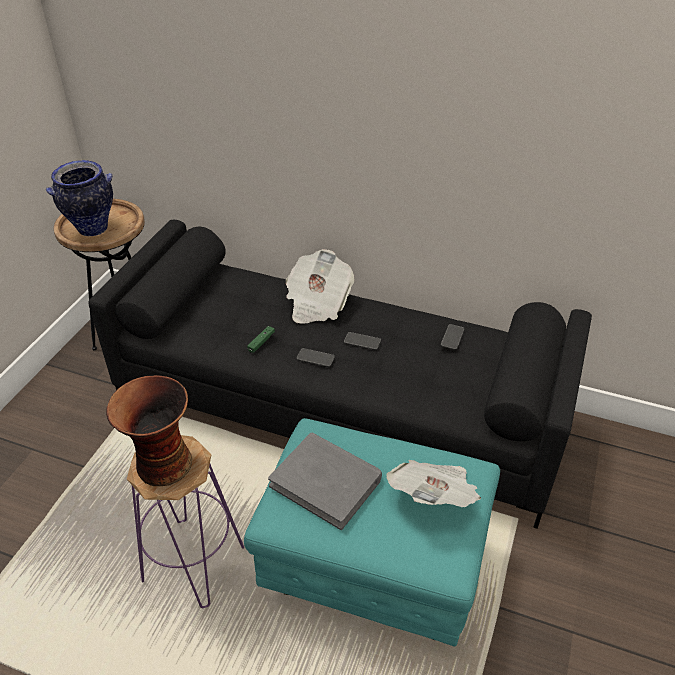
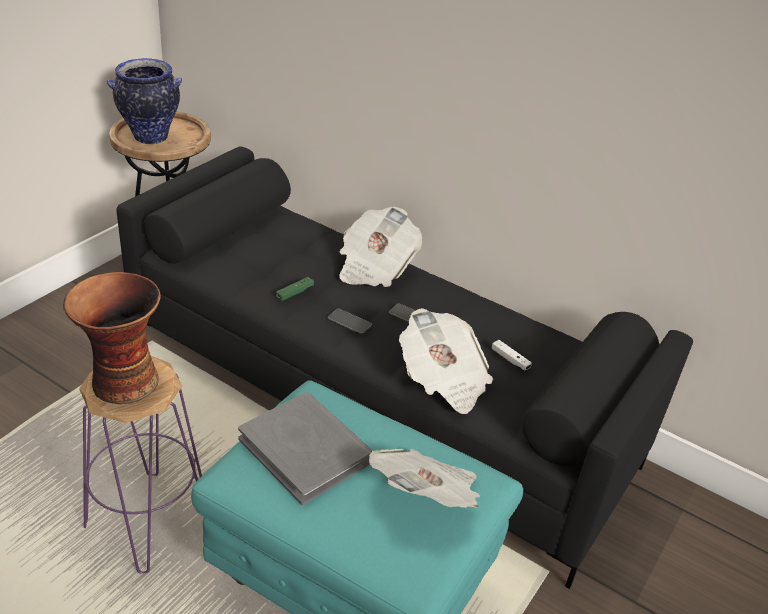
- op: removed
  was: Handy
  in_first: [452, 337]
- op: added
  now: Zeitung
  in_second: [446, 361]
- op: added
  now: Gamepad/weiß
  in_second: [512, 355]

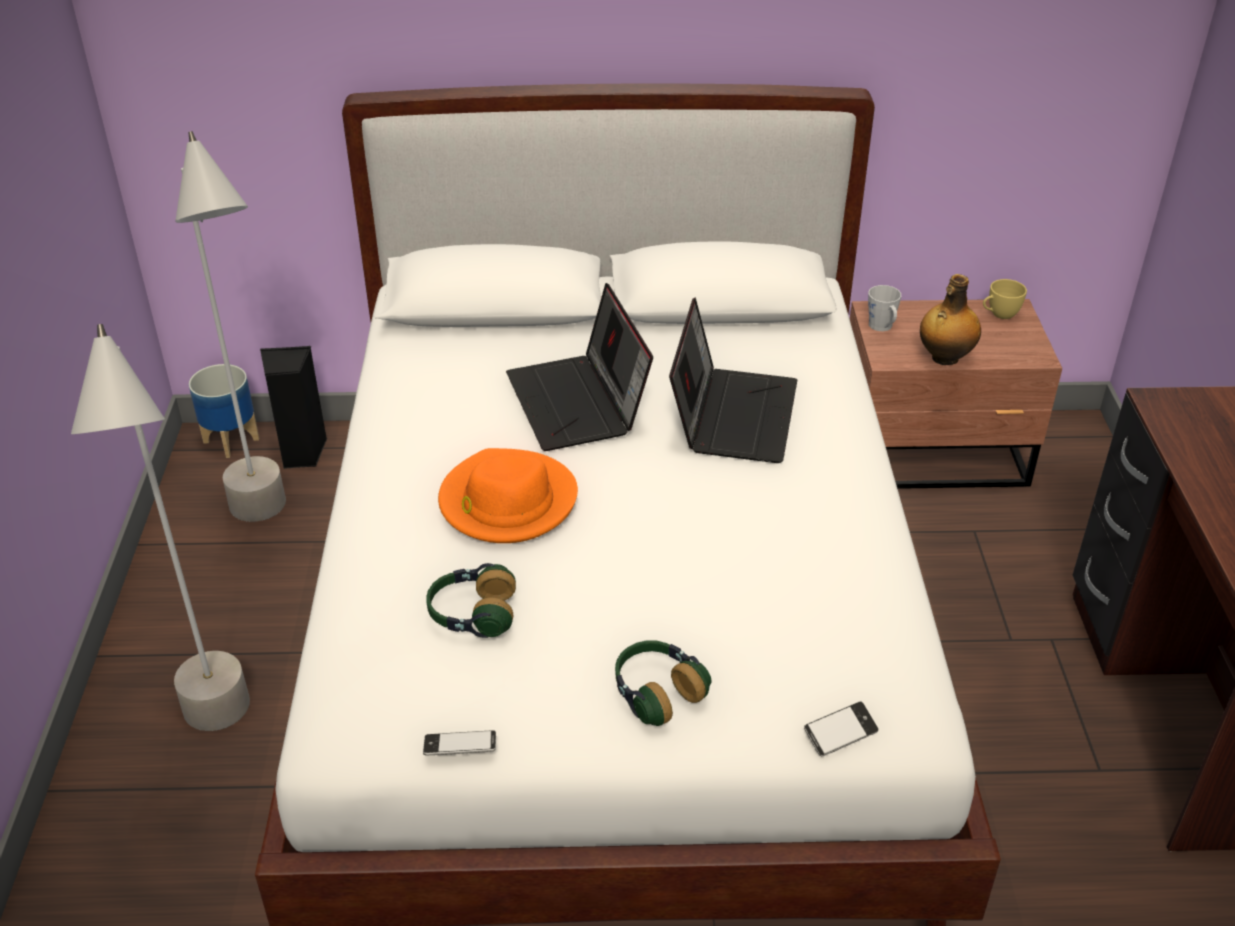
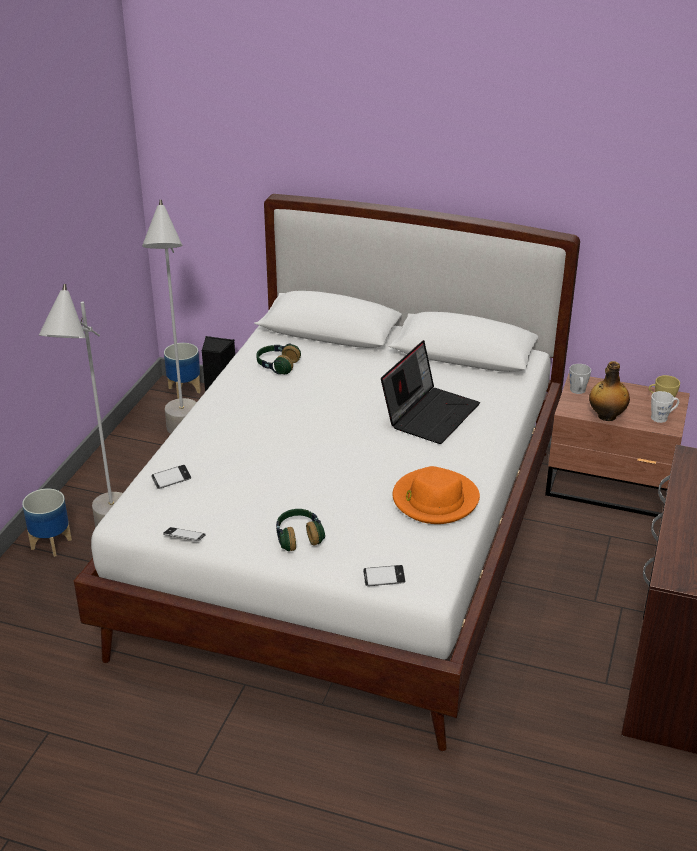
- op: removed
  was: Laptop
  in_first: [579, 367]
- op: moved
  was: Hut/orange
  in_first: [508, 495]
  in_second: [436, 495]
- op: moved
  was: Kopfhörer
  in_first: [471, 600]
  in_second: [278, 359]
- op: added
  now: Henkelbecher/weiß
  in_second: [665, 407]
- op: added
  now: Handy
  in_second: [171, 477]
- op: added
  now: Pflanzkübel
  in_second: [47, 522]

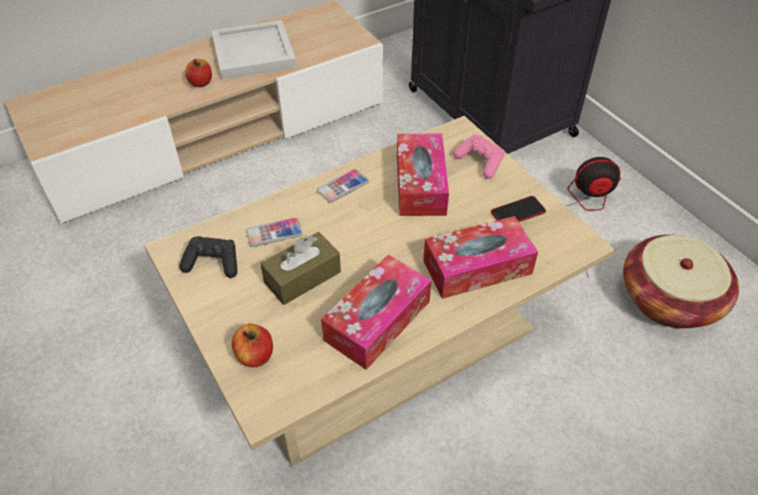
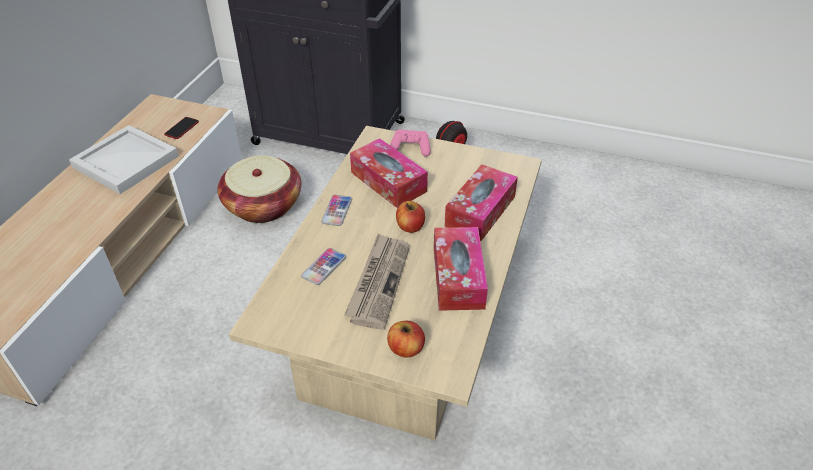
- op: moved
  was: Apfel
  in_first: [198, 73]
  in_second: [410, 217]
- op: moved
  was: Handy
  in_first: [518, 209]
  in_second: [181, 128]
- op: replaced
  was: Taschentuchbox/braun
  now: Zeitung
  in_first: [300, 268]
  in_second: [377, 281]
- op: moved
  was: Korb
  in_first: [681, 281]
  in_second: [259, 189]
- op: removed
  was: Gamepad/schwarz
  in_first: [208, 257]

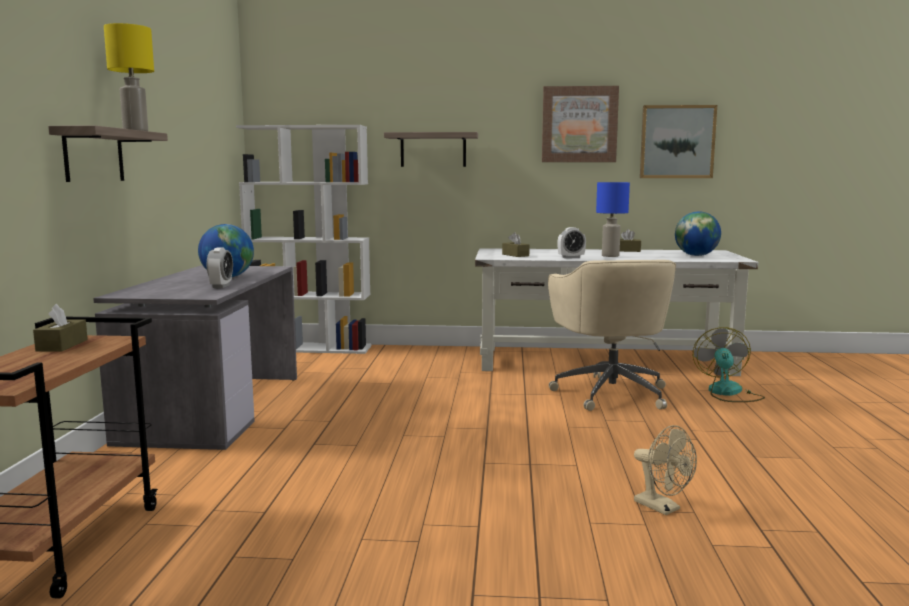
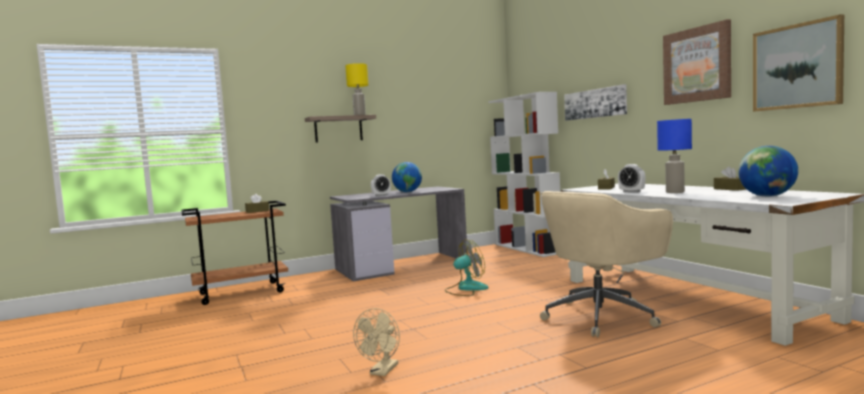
- op: replaced
  was: Wandregal
  now: Bild
  in_first: [431, 149]
  in_second: [595, 102]
- op: moved
  was: Ventilator
  in_first: [729, 364]
  in_second: [466, 267]

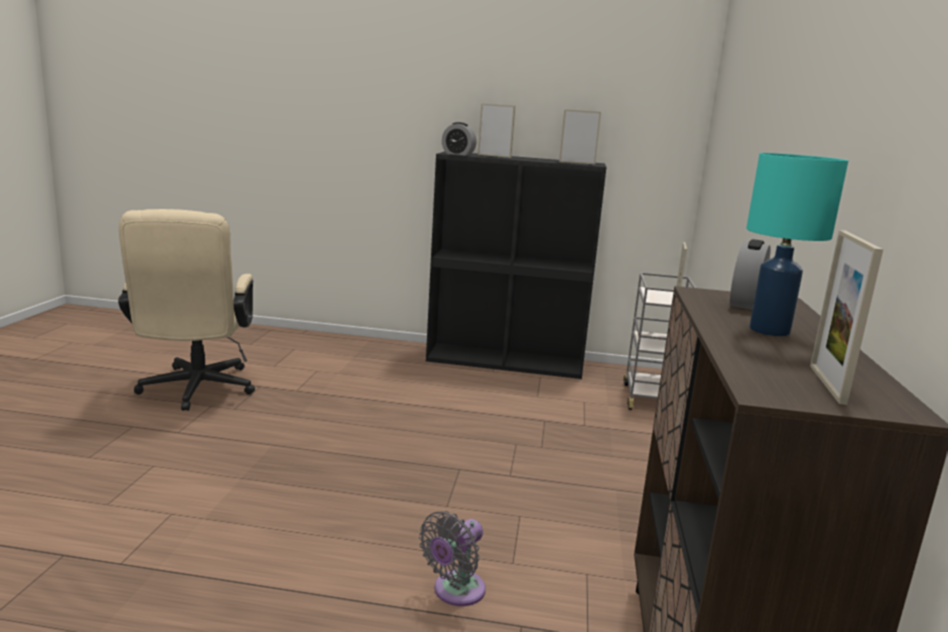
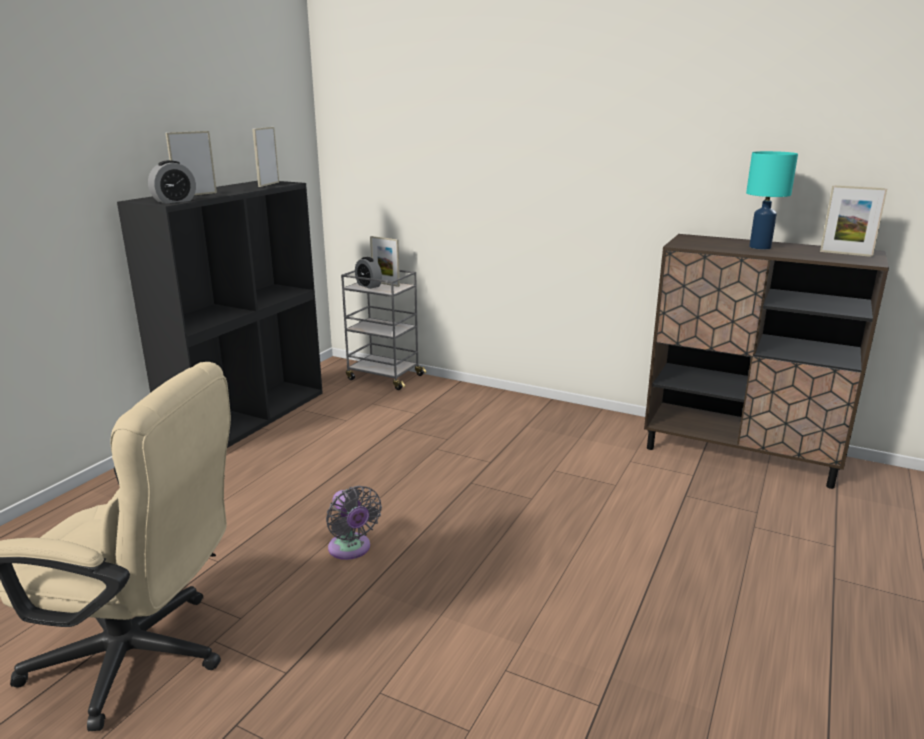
- op: moved
  was: Wecker
  in_first: [750, 274]
  in_second: [368, 273]
- op: moved
  was: Ventilator/grau
  in_first: [452, 558]
  in_second: [354, 523]

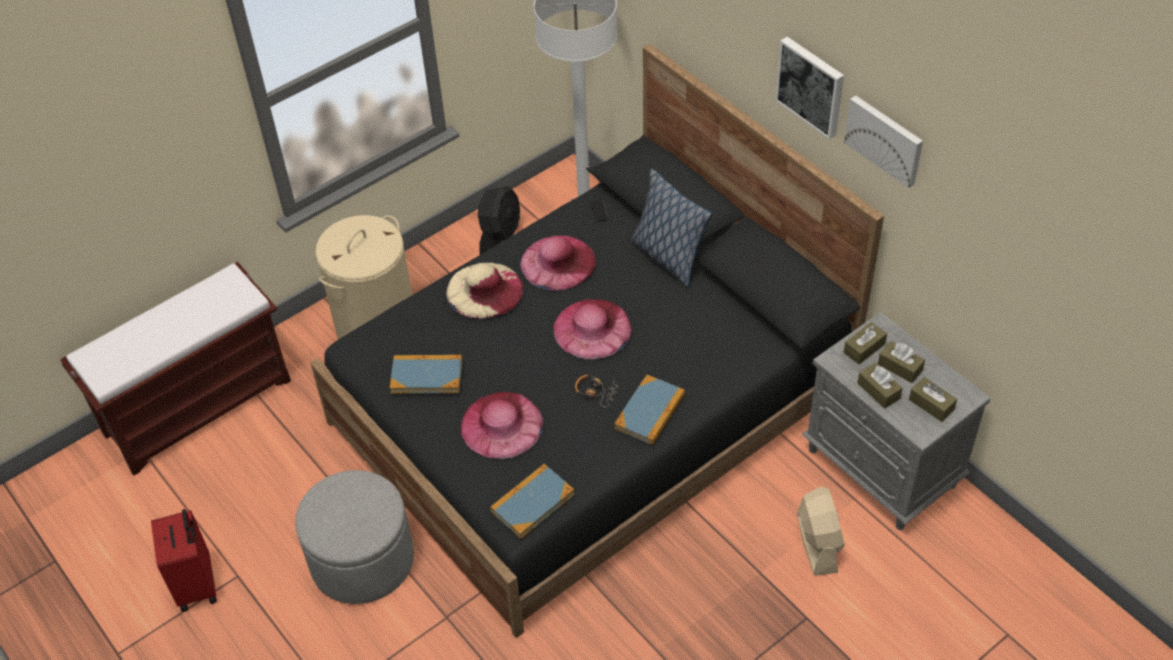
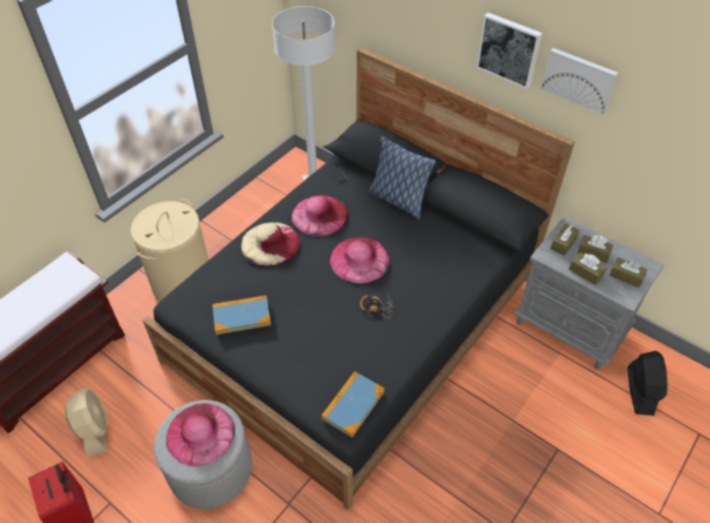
- op: moved
  was: Ventilator/schwarz
  in_first: [499, 220]
  in_second: [648, 383]
- op: removed
  was: Buch
  in_first: [649, 410]
- op: moved
  was: Hut/rosa
  in_first: [502, 425]
  in_second: [200, 434]
- op: moved
  was: Ventilator/beige
  in_first: [820, 531]
  in_second: [86, 422]

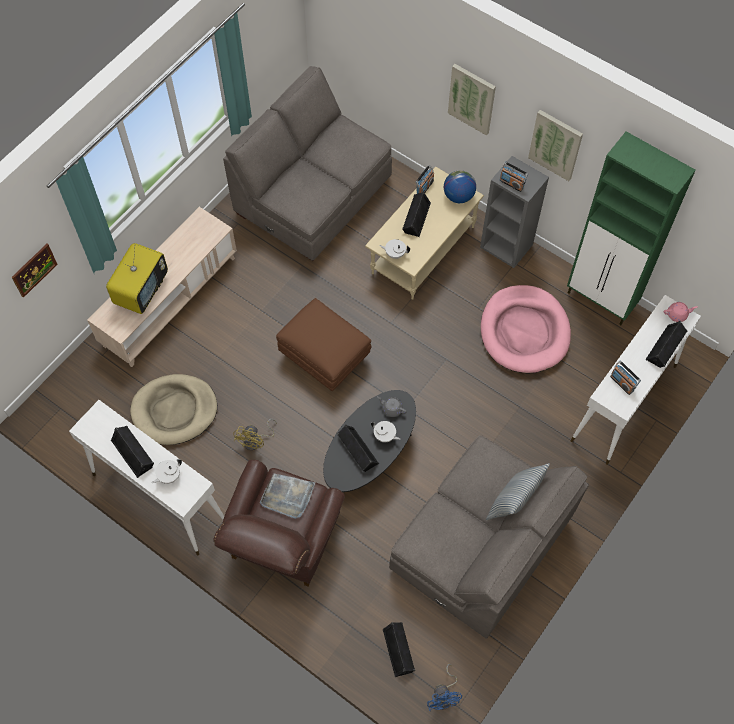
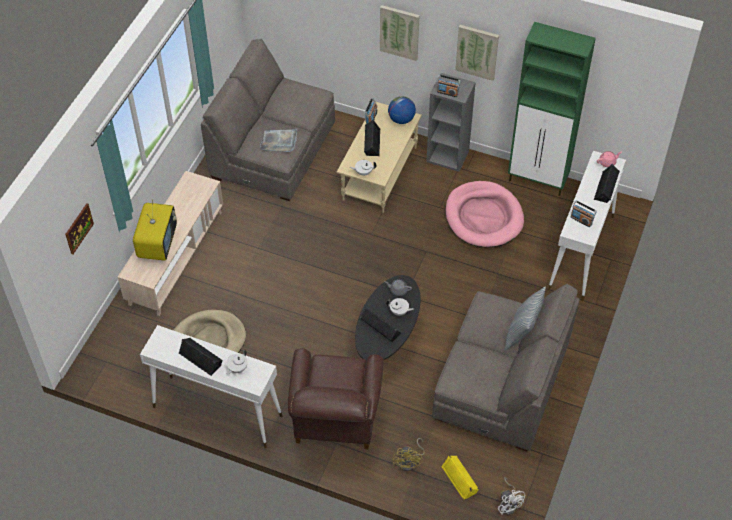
- op: removed
  was: Polsterhocker/braun
  in_first: [323, 344]
- op: moved
  was: Ventilator/gelb
  in_first: [255, 434]
  in_second: [408, 454]
- op: moved
  was: Tablett/grau
  in_first: [287, 496]
  in_second: [278, 140]
- op: recoloured
  was: Lautsprecher/schwarz
  now: Lautsprecher/gelb
  in_first: [399, 649]
  in_second: [460, 477]
- op: recoloured
  was: Ventilator/blau
  now: Ventilator/weiß
  in_first: [444, 687]
  in_second: [511, 496]

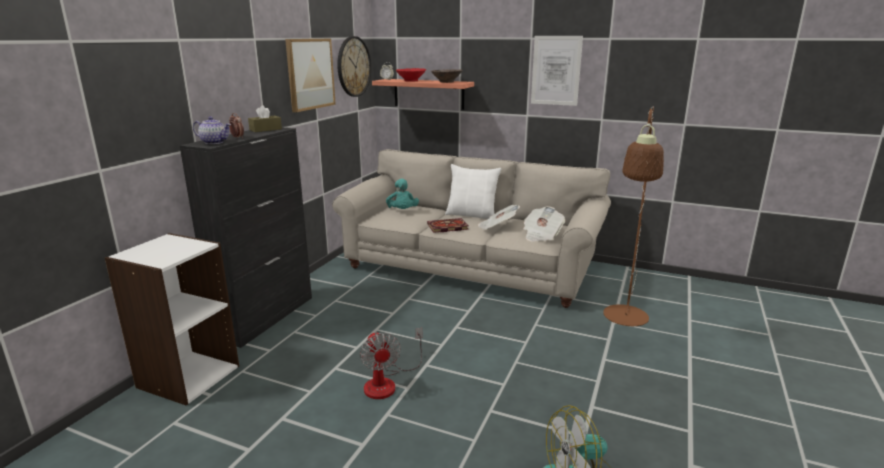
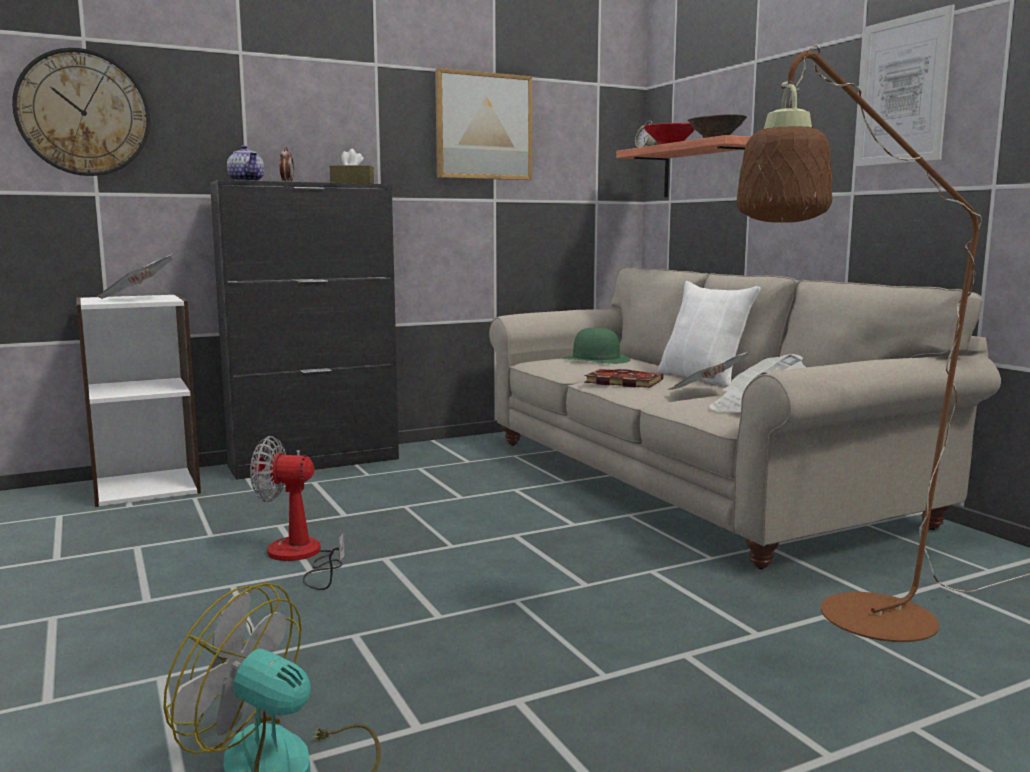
- op: moved
  was: Wanduhr
  in_first: [354, 66]
  in_second: [81, 112]
- op: replaced
  was: Plüschtier/türkis
  now: Hut/grün
  in_first: [402, 194]
  in_second: [597, 346]
- op: turned
  was: Ventilator
  in_first: [391, 363]
  in_second: [297, 513]
  clockwise: 75
- op: added
  now: Zeitung
  in_second: [135, 276]

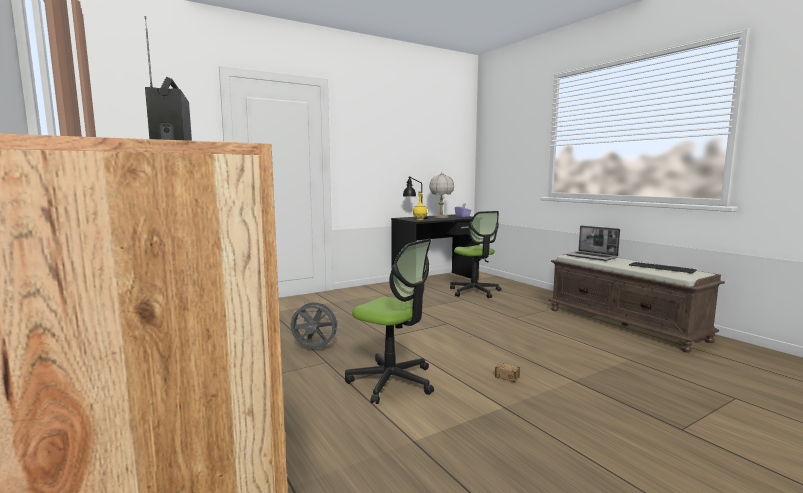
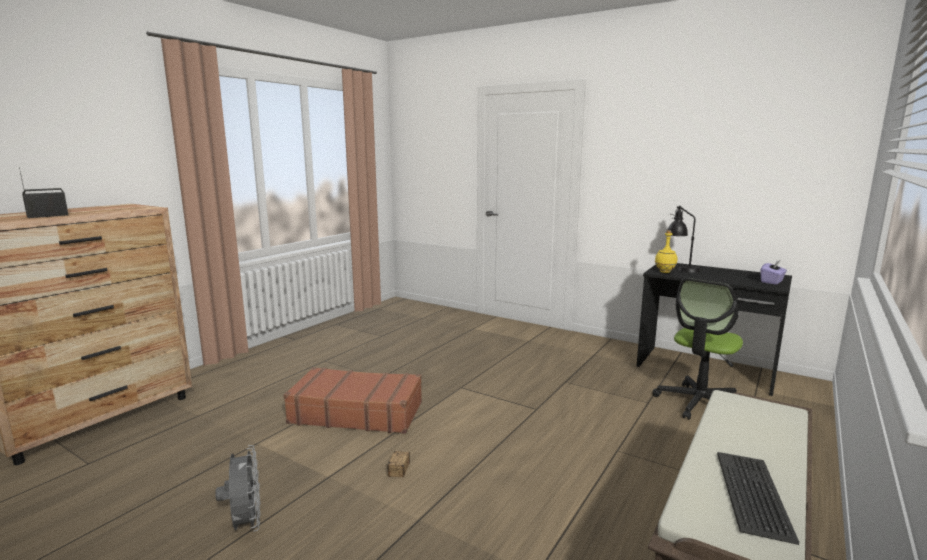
- op: removed
  was: Tischlampe
  in_first: [441, 195]
- op: removed
  was: Laptop
  in_first: [593, 243]
- op: replaced
  was: Bürostuhl
  now: Koffer/braun
  in_first: [389, 321]
  in_second: [353, 400]
- op: moved
  was: Ventilator/grau
  in_first: [315, 324]
  in_second: [238, 488]

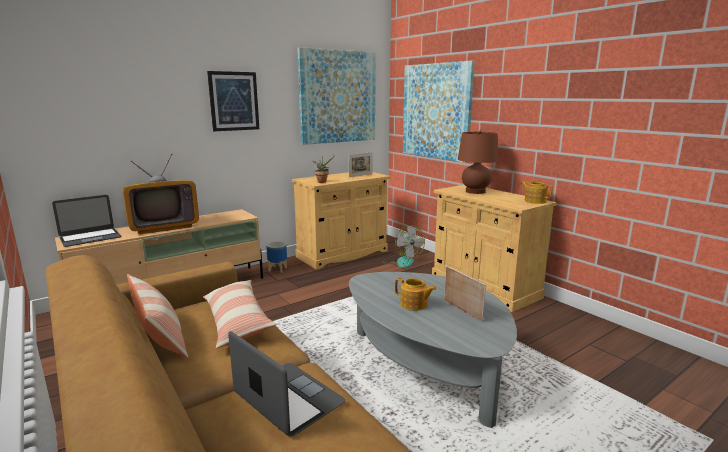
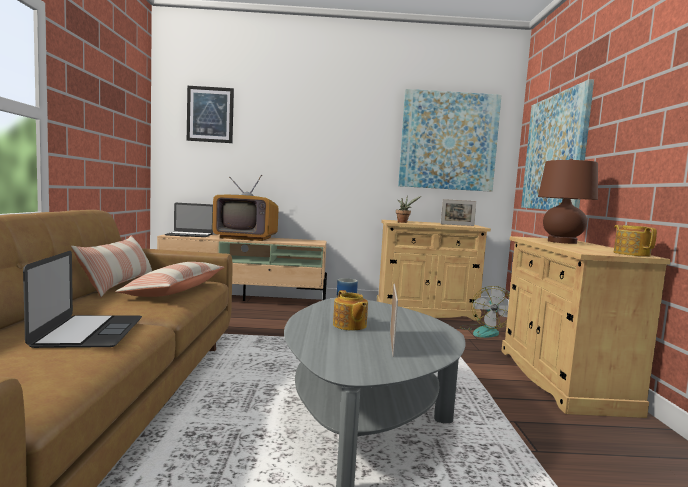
- op: moved
  was: Bild
  in_first: [233, 101]
  in_second: [210, 114]

